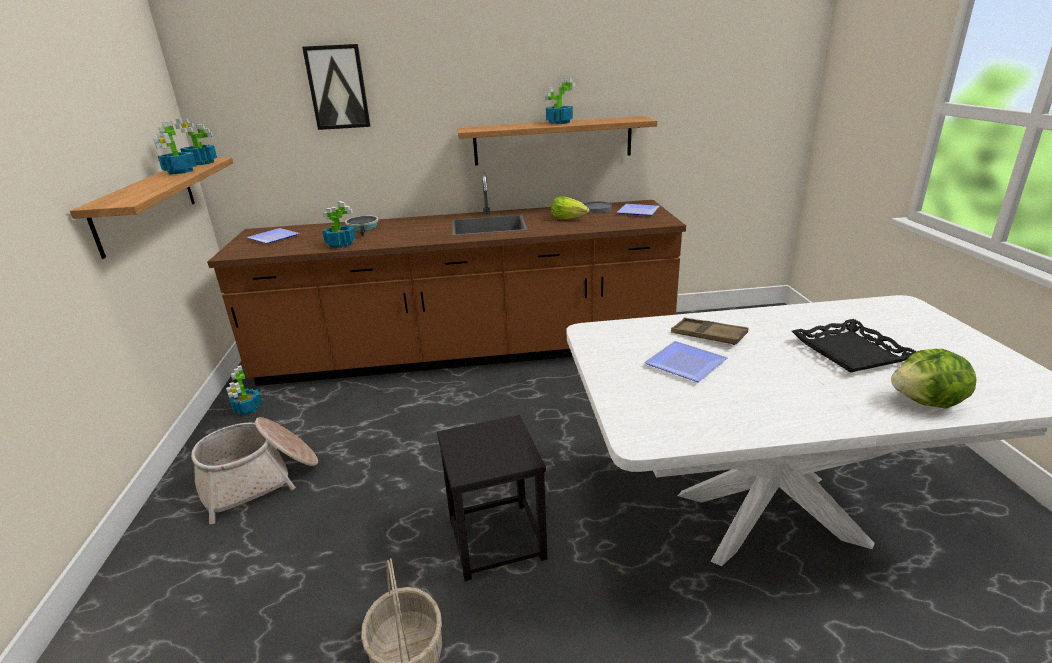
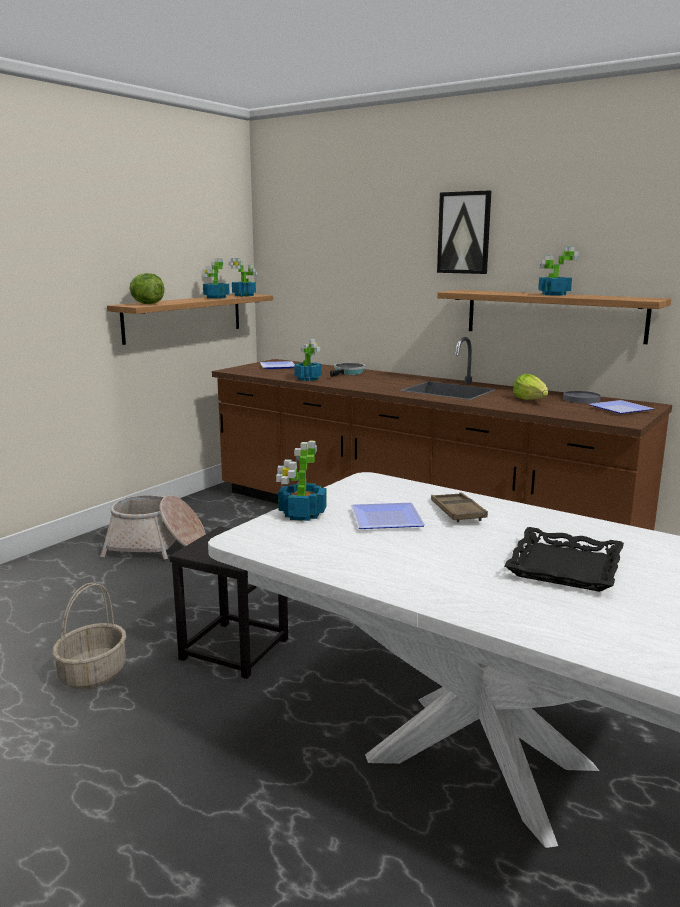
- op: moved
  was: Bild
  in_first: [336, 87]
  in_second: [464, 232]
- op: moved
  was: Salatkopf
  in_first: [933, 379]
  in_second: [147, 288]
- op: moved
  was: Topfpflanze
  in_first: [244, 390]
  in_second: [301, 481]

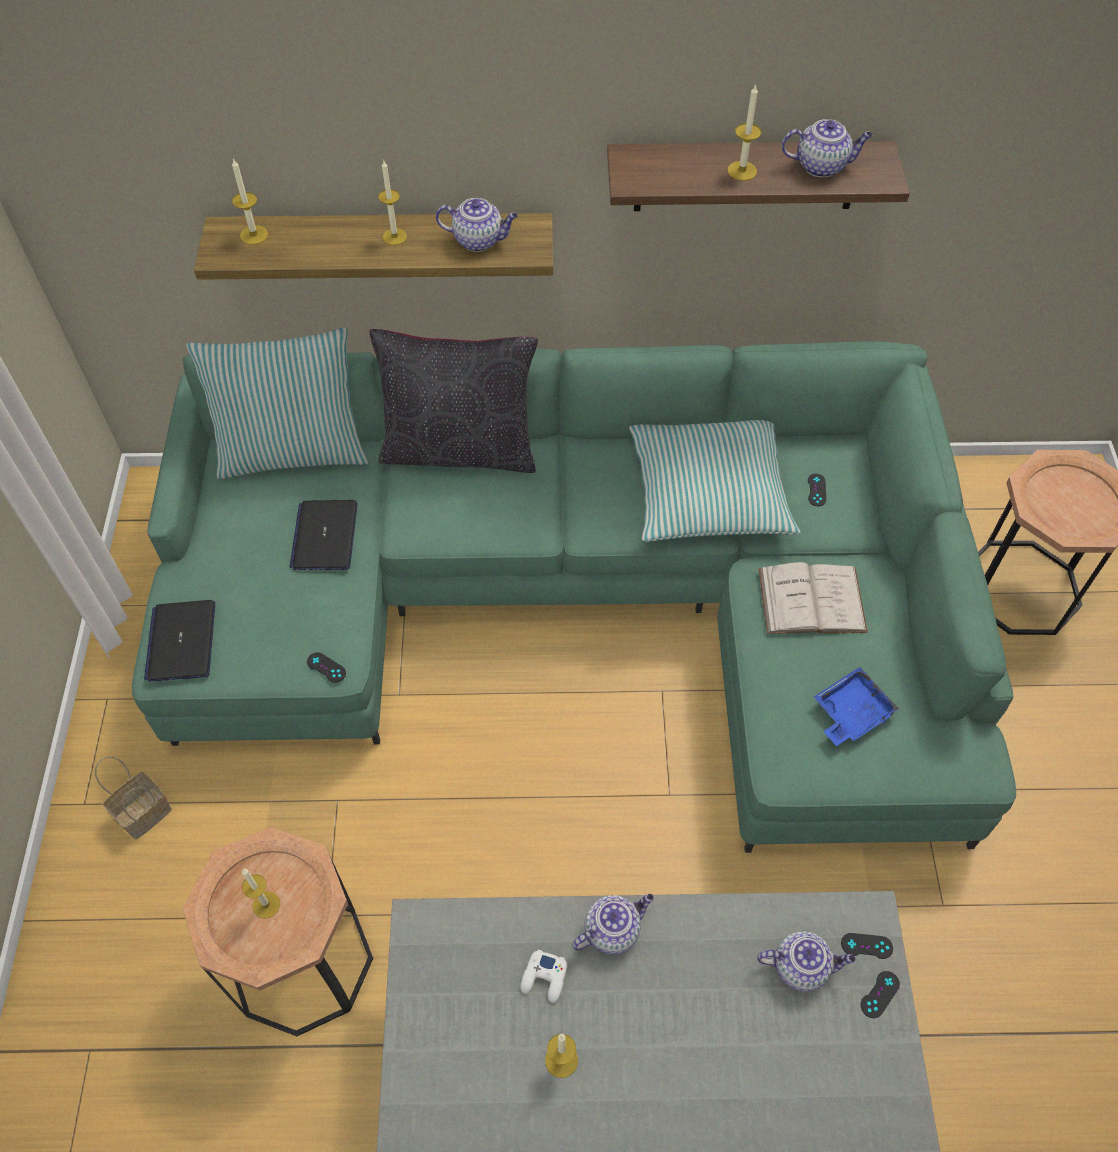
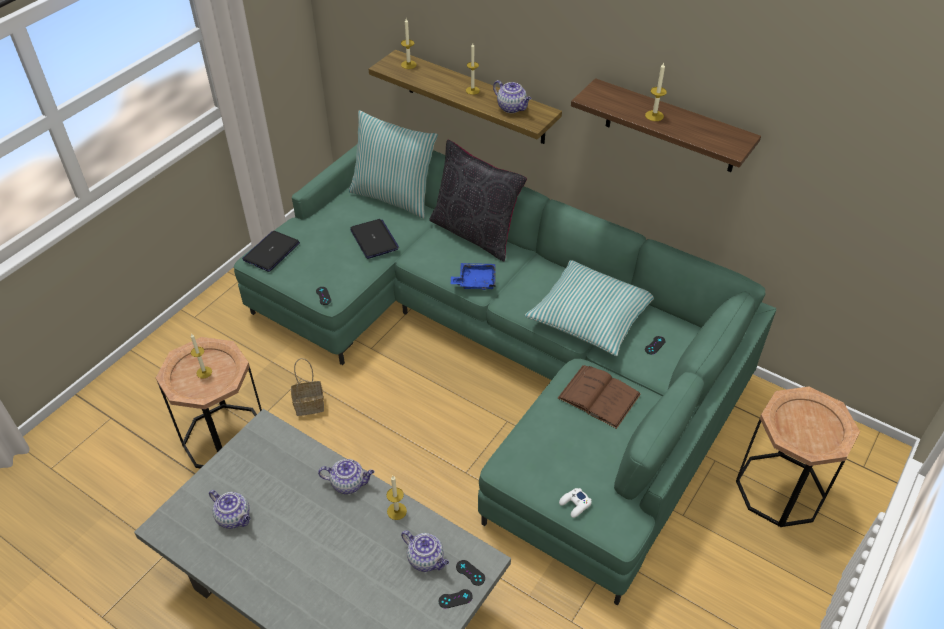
- op: moved
  was: Teekanne
  in_first: [827, 148]
  in_second: [230, 509]
- op: turned
  was: Laptop
  in_first: [324, 535]
  in_second: [374, 239]
  clockwise: 120
- op: recoloured
  was: Buch/weiß
  now: Buch/braun
  in_first: [813, 598]
  in_second: [599, 397]
- op: moved
  was: Tablett/blau
  in_first: [857, 706]
  in_second: [473, 276]
- op: moved
  was: Korb
  in_first: [133, 798]
  in_second: [307, 387]
- op: moved
  was: Gamepad/weiß
  in_first: [544, 976]
  in_second: [575, 503]
- op: moved
  was: Kerze
  in_first: [561, 1056]
  in_second: [396, 498]

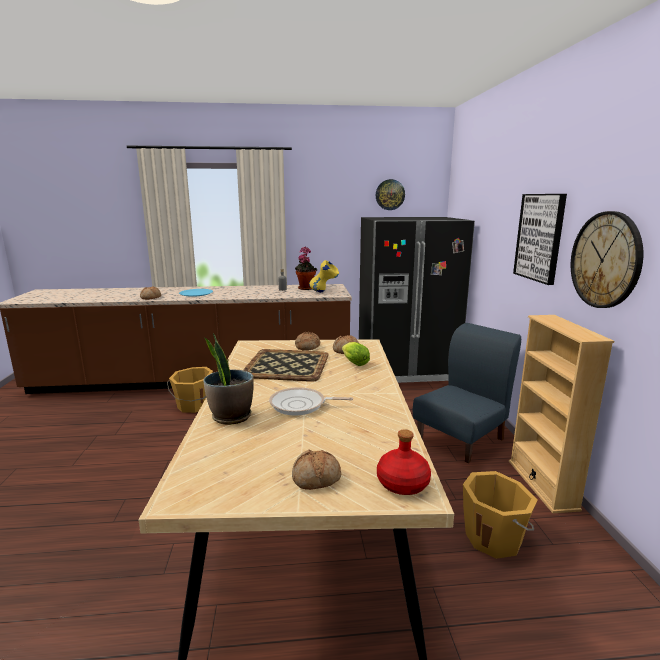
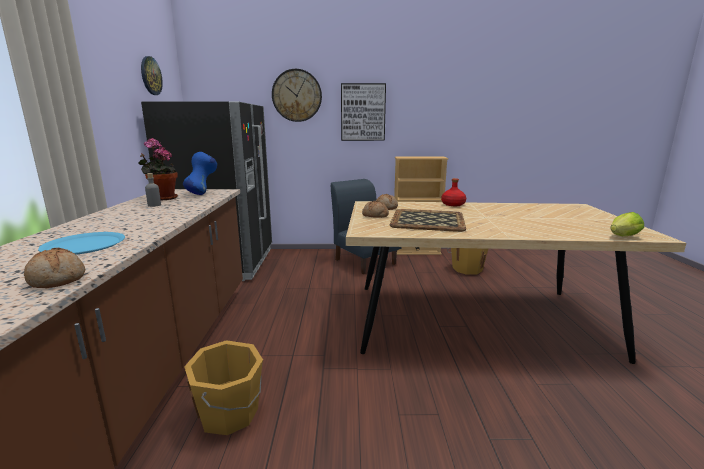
- op: moved
  was: Wanduhr
  in_first: [607, 259]
  in_second: [297, 95]
- op: recoloured
  was: Vase/gelb
  now: Vase/blau
  in_first: [324, 276]
  in_second: [200, 173]
- op: removed
  was: Topfpflanze
  in_first: [228, 379]
- op: moved
  was: Salatkopf
  in_first: [356, 354]
  in_second: [627, 224]
- op: removed
  was: Pfanne
  in_first: [311, 401]
- op: moved
  was: Flasche/rot
  in_first: [404, 462]
  in_second: [453, 192]
- op: removed
  was: Brot
  in_first: [316, 469]

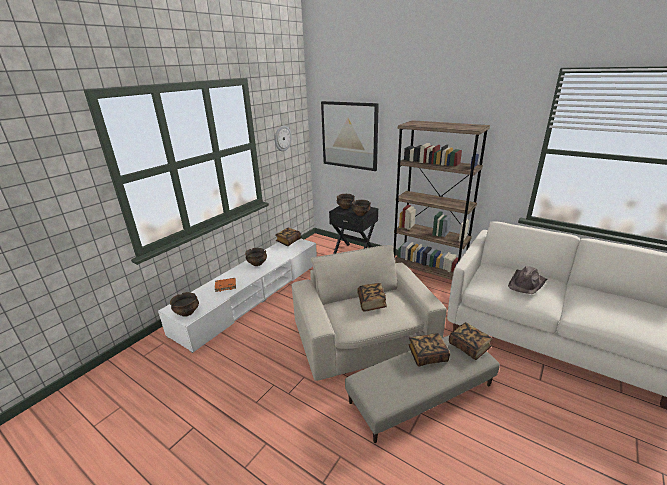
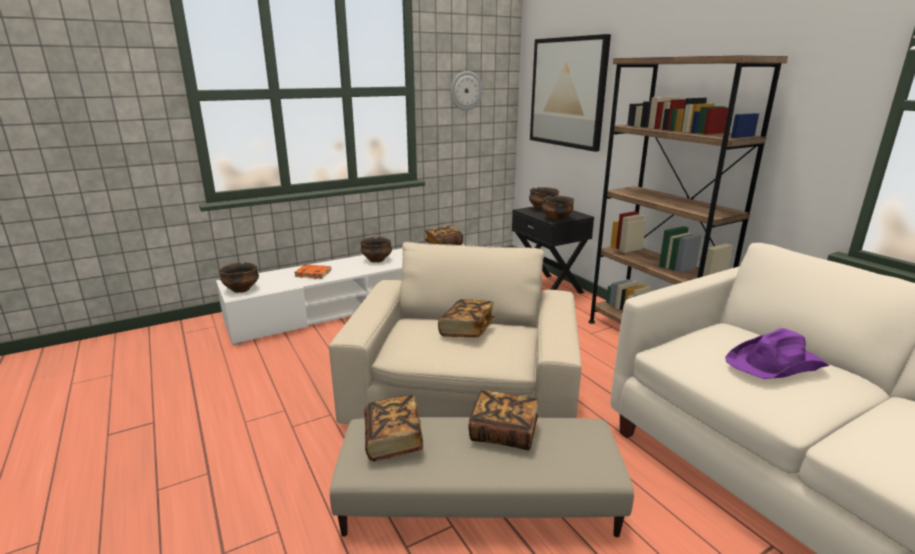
- op: recoloured
  was: Hut/braun
  now: Hut/lila
  in_first: [527, 280]
  in_second: [777, 353]
- op: moved
  was: Buch
  in_first: [471, 341]
  in_second: [393, 428]

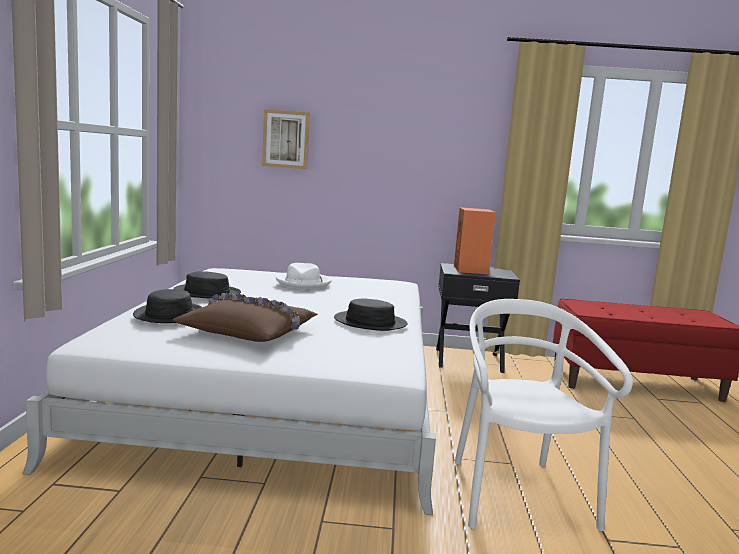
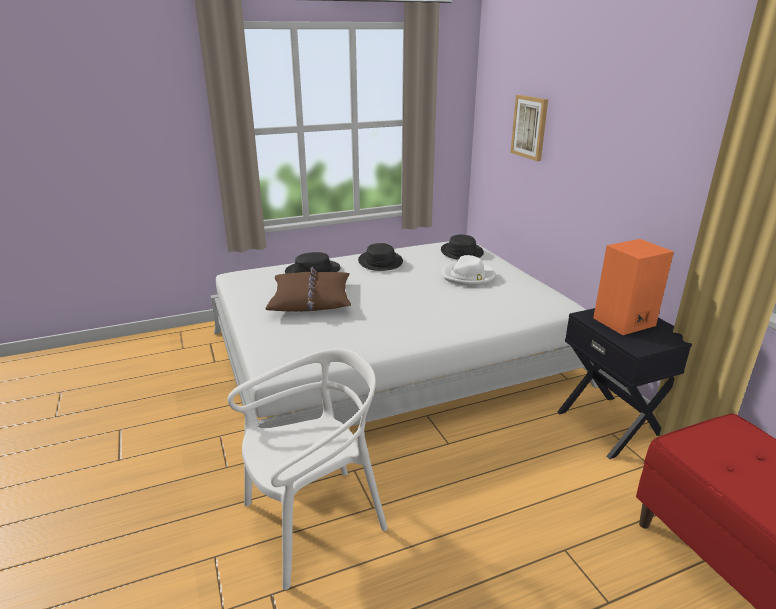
- op: moved
  was: Hut/schwarz
  in_first: [370, 314]
  in_second: [462, 247]

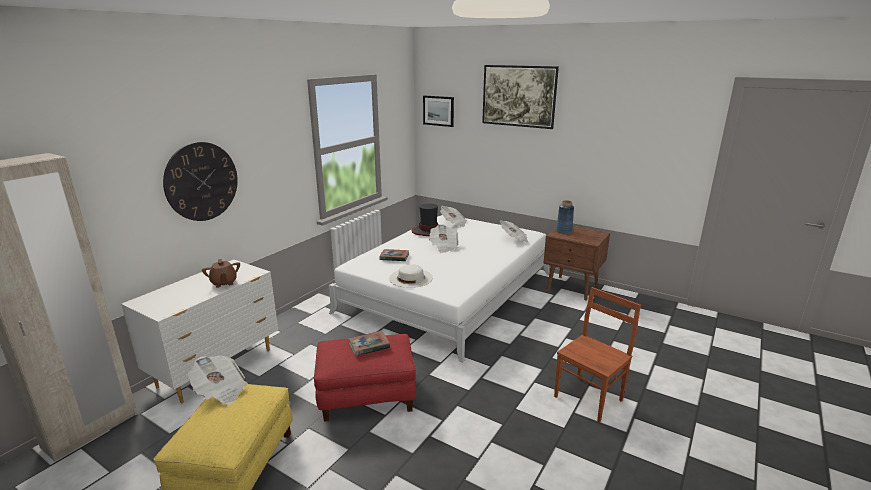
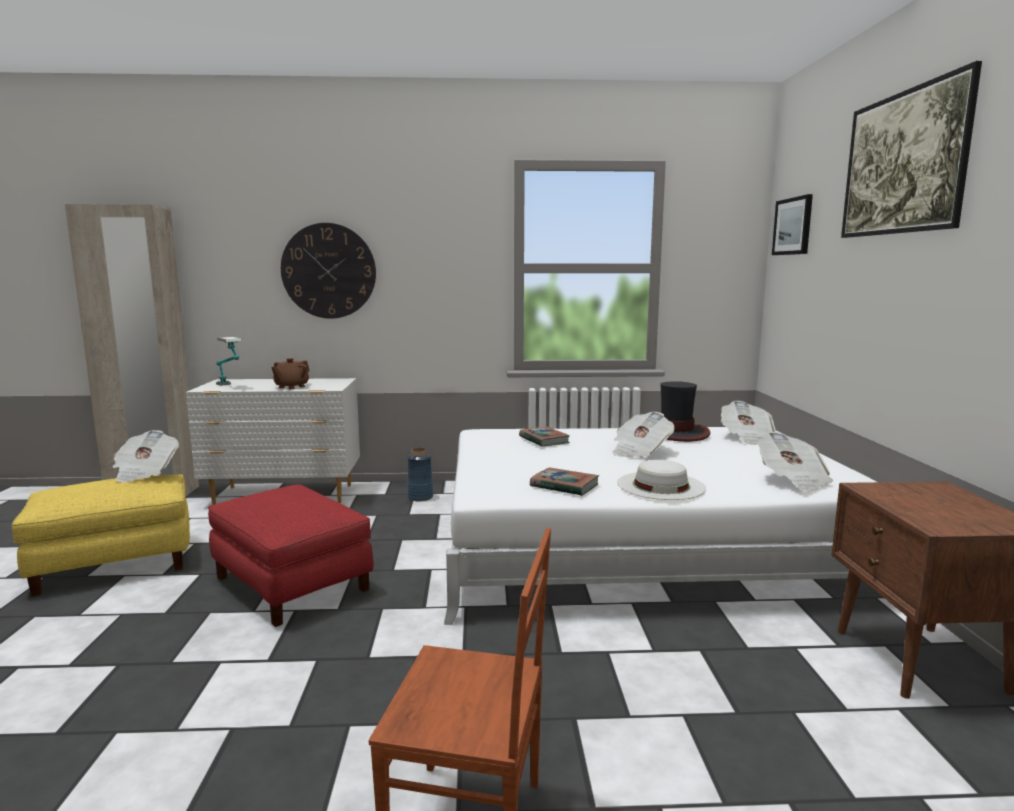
- op: moved
  was: Vase/blau
  in_first: [565, 217]
  in_second: [420, 474]
- op: moved
  was: Hut/weiß
  in_first: [411, 276]
  in_second: [662, 480]
- op: moved
  was: Buch
  in_first: [369, 343]
  in_second: [564, 481]
- op: added
  now: Tischlampe
  in_second: [229, 361]

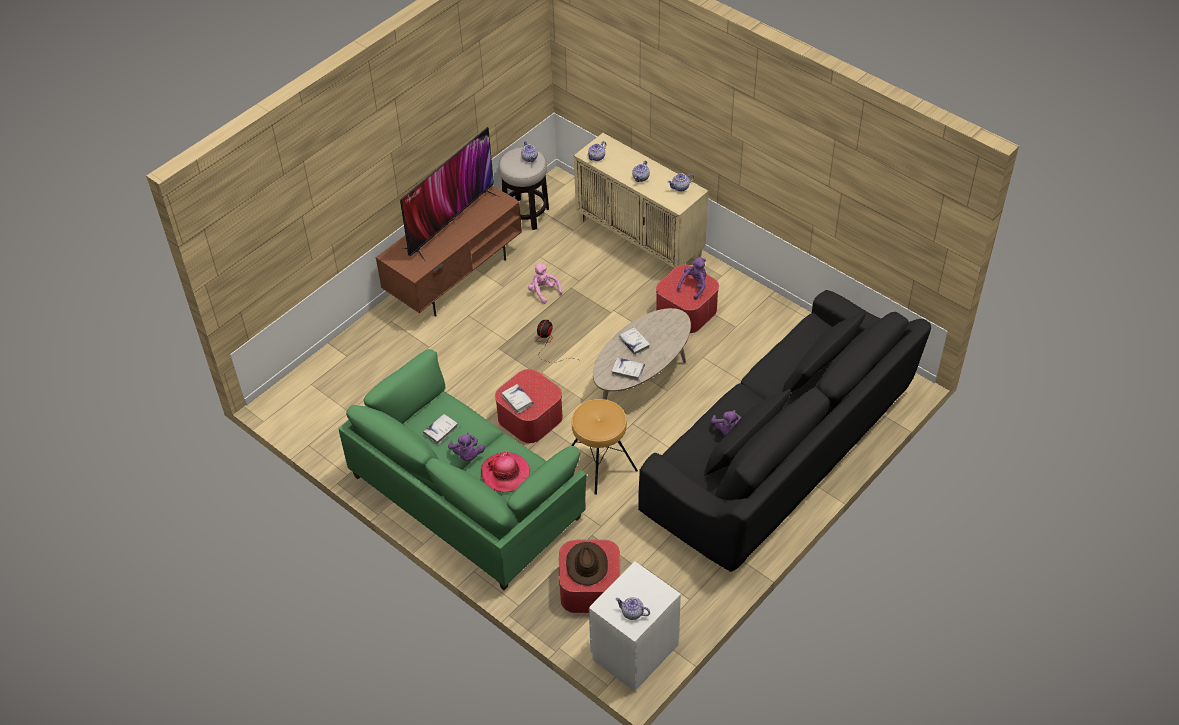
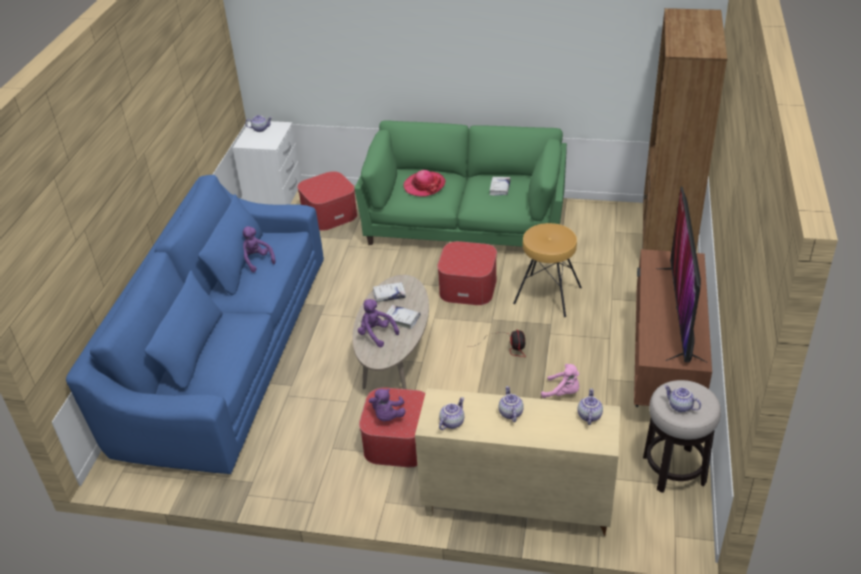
- op: recoloured
  was: Sofa/schwarz
  now: Sofa/blau
  in_first: [784, 431]
  in_second: [195, 324]
- op: removed
  was: Buch/weiß
  in_first: [518, 399]
- op: moved
  was: Hocker/braun
  in_first: [604, 447]
  in_second: [547, 270]
- op: moved
  was: Plüschtier/lila
  in_first: [466, 447]
  in_second: [378, 323]
- op: removed
  was: Hut/braun
  in_first: [587, 564]
- op: added
  now: Bücherregal/braun
  in_second: [685, 129]

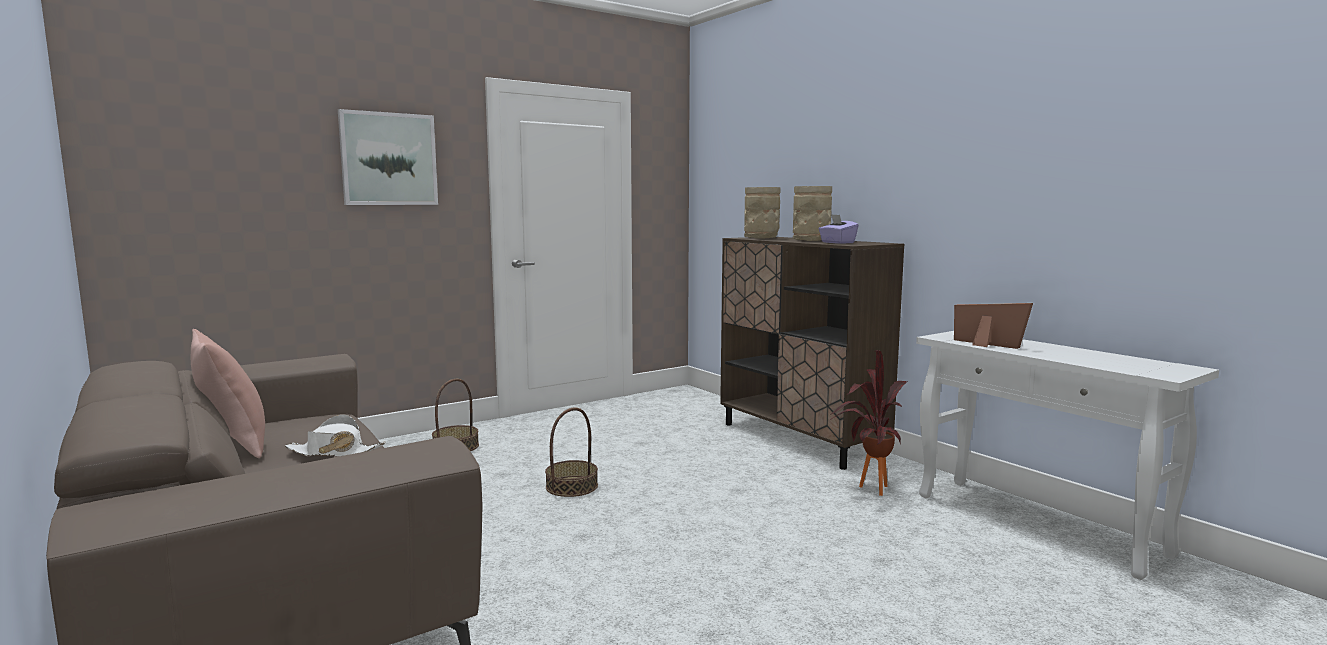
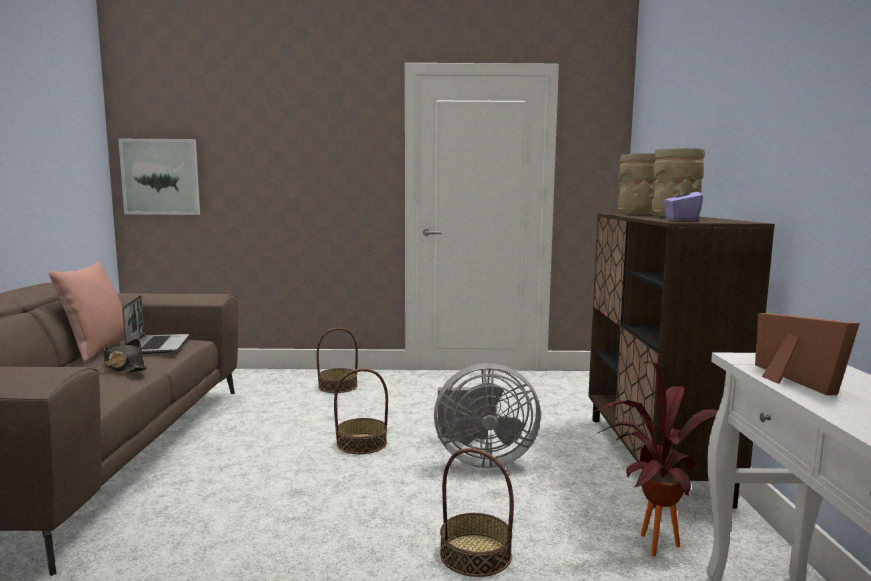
- op: moved
  was: Bild
  in_first: [388, 157]
  in_second: [159, 177]
- op: recoloured
  was: Hut/weiß
  now: Hut/schwarz
  in_first: [335, 435]
  in_second: [125, 356]
- op: added
  now: Laptop
  in_second: [155, 324]
- op: added
  now: Ventilator/grau
  in_second: [487, 415]
- op: added
  now: Korb
  in_second: [477, 512]

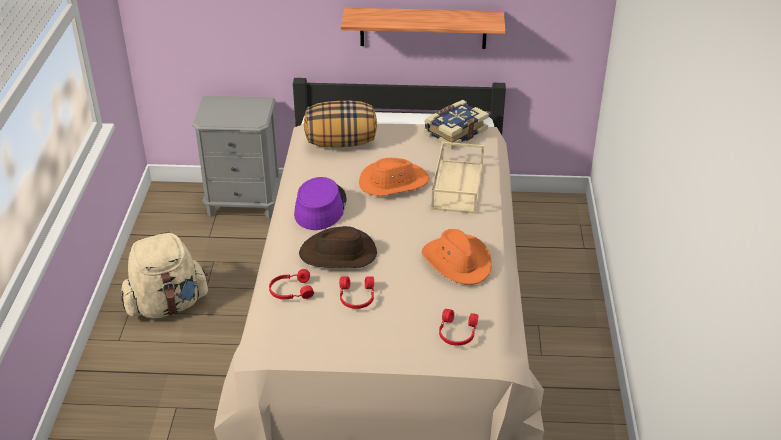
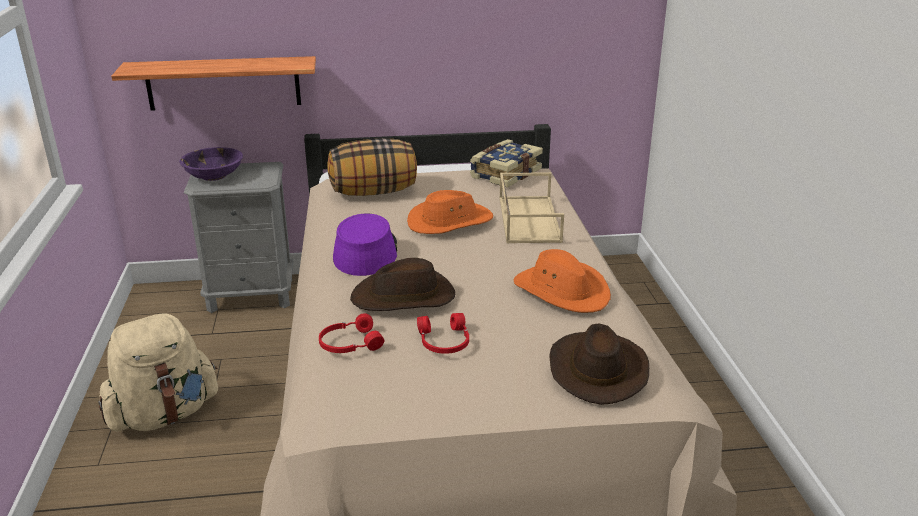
- op: moved
  was: Wandregal
  in_first: [423, 28]
  in_second: [213, 83]
- op: replaced
  was: Kopfhörer/rot
  now: Hut/braun
  in_first: [458, 327]
  in_second: [599, 364]
- op: added
  now: Schüssel/lila
  in_second: [211, 164]

